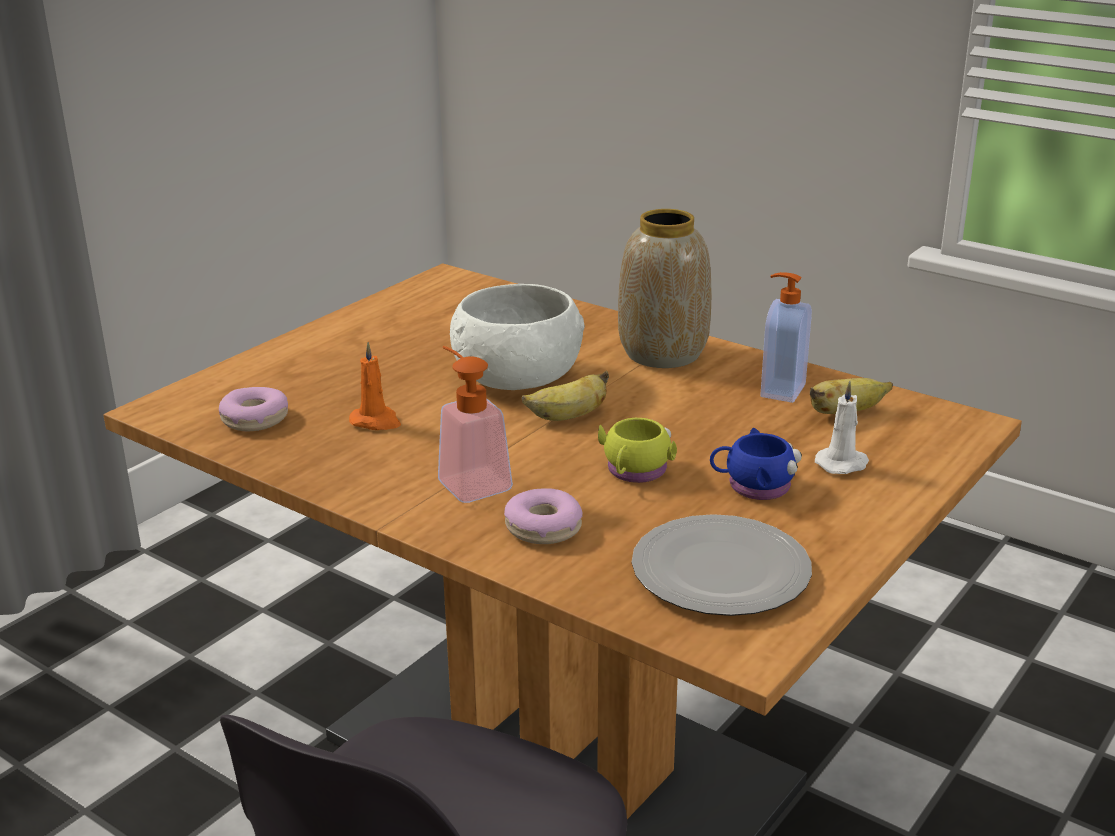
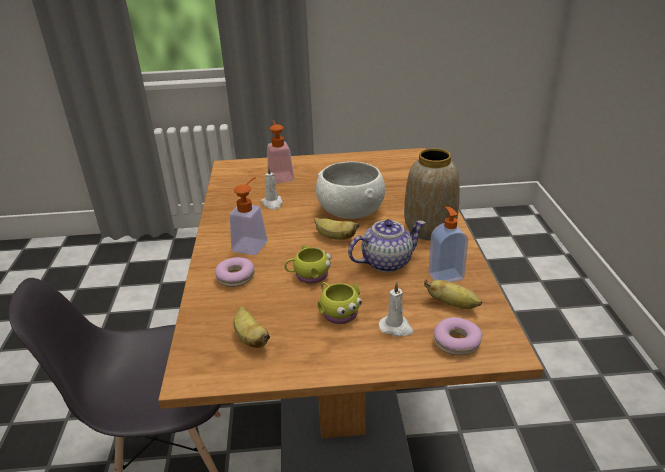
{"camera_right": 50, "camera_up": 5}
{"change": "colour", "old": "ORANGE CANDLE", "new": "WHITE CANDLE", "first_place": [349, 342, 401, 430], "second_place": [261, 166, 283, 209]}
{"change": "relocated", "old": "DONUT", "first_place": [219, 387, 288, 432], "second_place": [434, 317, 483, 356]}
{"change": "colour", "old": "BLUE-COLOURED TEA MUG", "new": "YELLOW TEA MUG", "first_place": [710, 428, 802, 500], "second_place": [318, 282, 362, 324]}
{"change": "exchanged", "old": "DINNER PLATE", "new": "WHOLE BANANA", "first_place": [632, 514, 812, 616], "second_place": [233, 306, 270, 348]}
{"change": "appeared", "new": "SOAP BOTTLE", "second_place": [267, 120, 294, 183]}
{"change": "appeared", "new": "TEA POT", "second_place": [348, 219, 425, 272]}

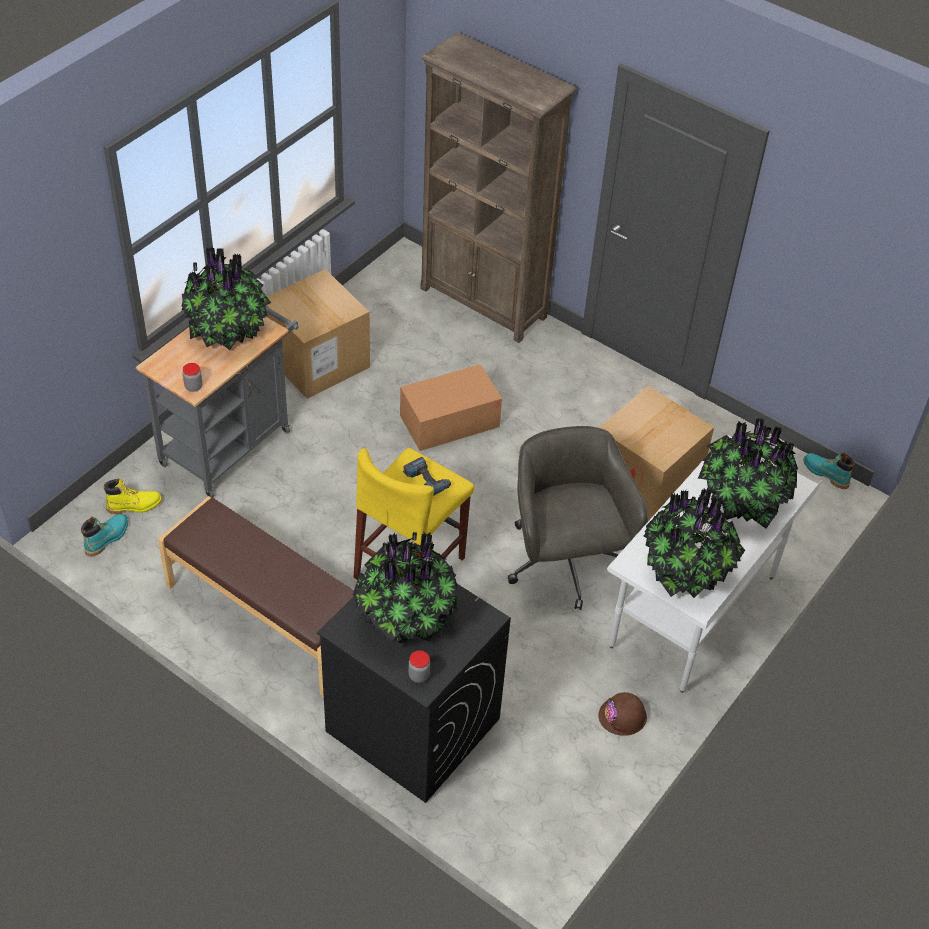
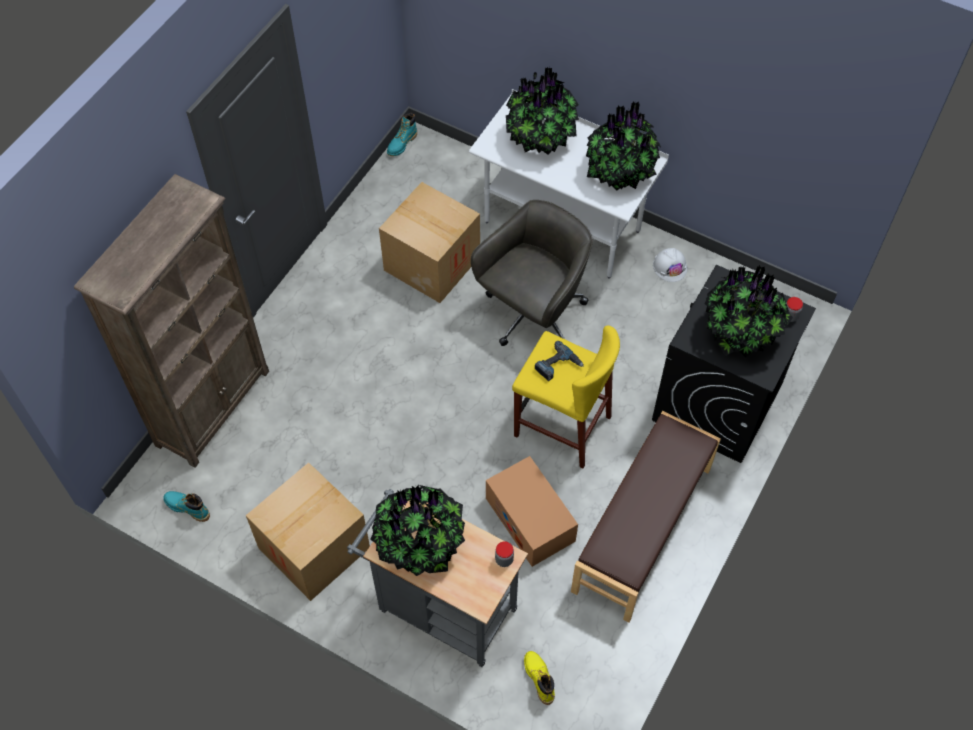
{"camera_right": -95, "camera_up": 10}
{"change": "relocated", "old": "CARDBOARD BOX", "first_place": [400, 364, 502, 451], "second_place": [486, 456, 578, 567]}
{"change": "spun", "old": "GRAY OFFICE CHAIR", "first_place": [508, 426, 648, 610], "second_place": [471, 200, 593, 346], "degrees": 150}
{"change": "relocated", "old": "BLUE-GREEN HIGH-TOP BOOT", "first_place": [81, 514, 128, 557], "second_place": [163, 491, 210, 522]}
{"change": "colour", "old": "BROWN SAFETY HELMET", "new": "WHITE SAFETY HELMET", "first_place": [598, 692, 647, 736], "second_place": [653, 248, 688, 282]}

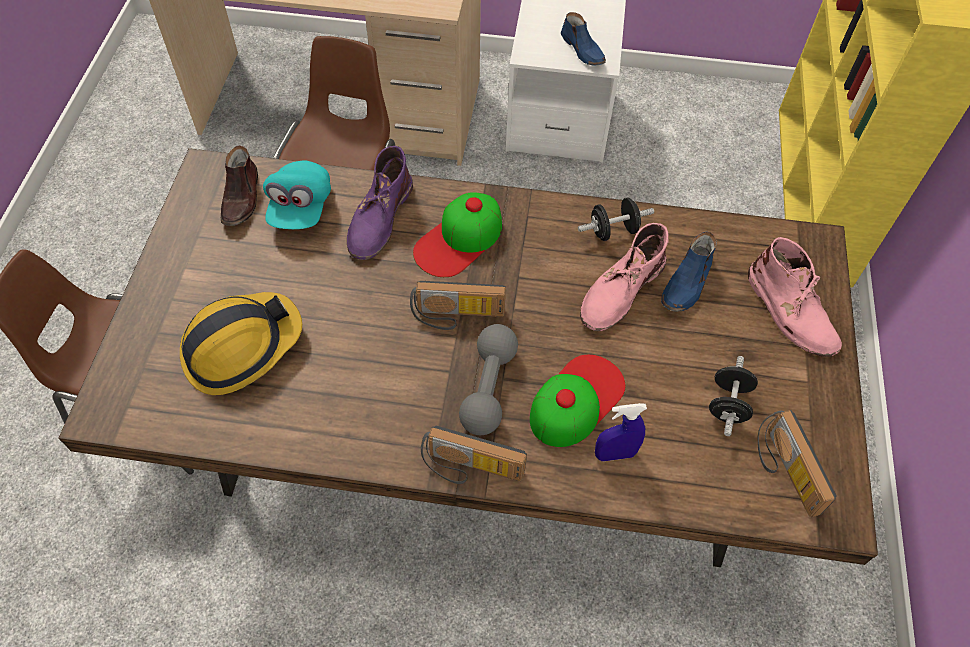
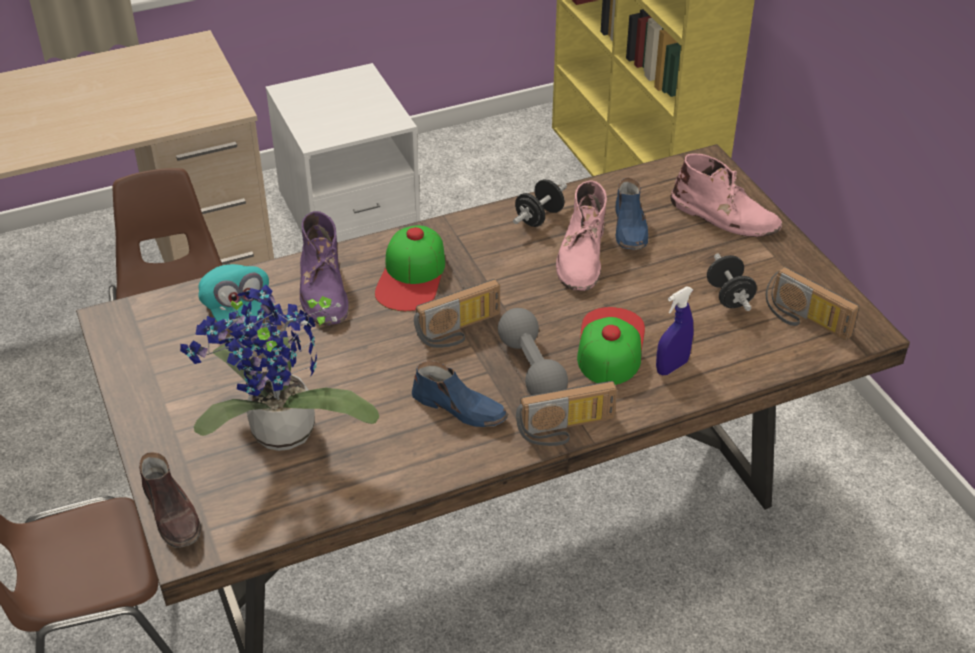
{"camera_right": -30, "camera_up": -15}
{"change": "relocated", "old": "BLUE-COLOURED SHOE", "first_place": [561, 12, 606, 66], "second_place": [412, 361, 508, 427]}
{"change": "relocated", "old": "BROWN SHOE", "first_place": [221, 145, 258, 226], "second_place": [139, 452, 201, 547]}
{"change": "exchanged", "old": "SAFETY HELMET", "new": "POTTED PLANT", "first_place": [180, 292, 302, 395], "second_place": [180, 285, 379, 451]}

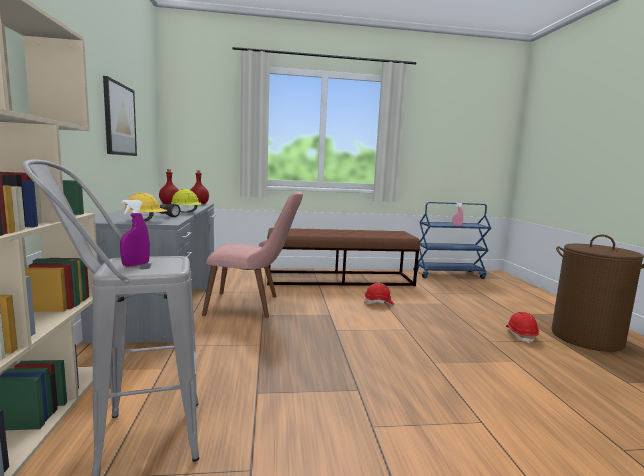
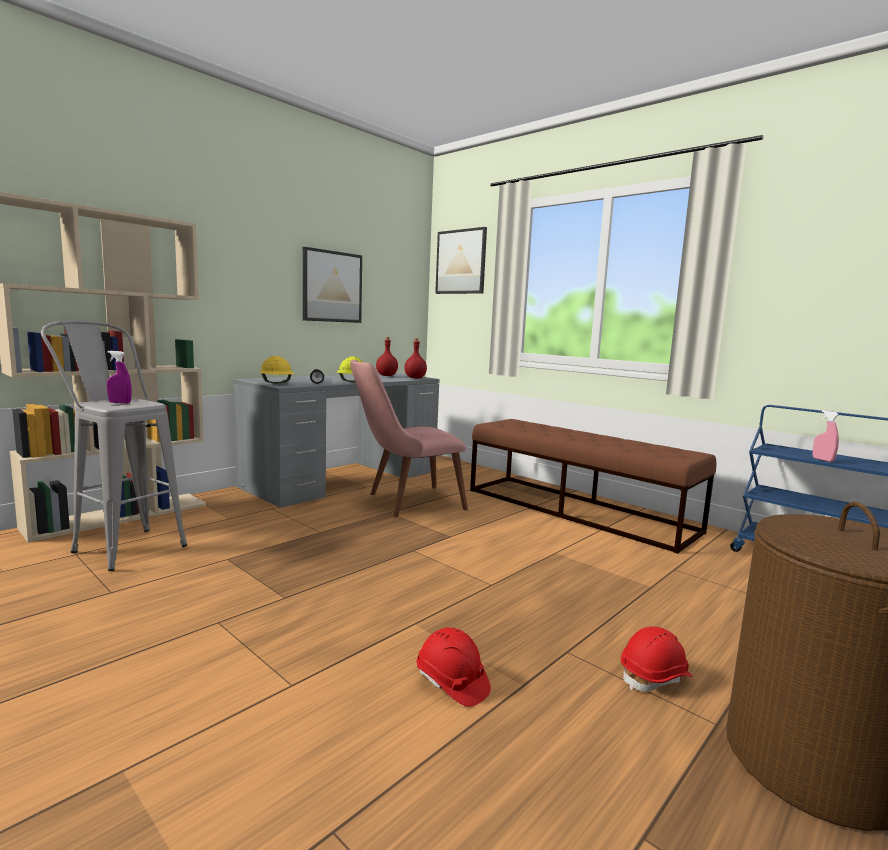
{"camera_right": 50, "camera_up": 0}
{"change": "spun", "old": "PINK PLAIN CHAIR", "first_place": [202, 192, 303, 318], "second_place": [350, 360, 468, 517], "degrees": 105}
{"change": "relocated", "old": "RED SAFETY HELMET", "first_place": [364, 283, 394, 305], "second_place": [417, 628, 491, 707]}
{"change": "appeared", "new": "PICTURE", "second_place": [435, 227, 487, 294]}

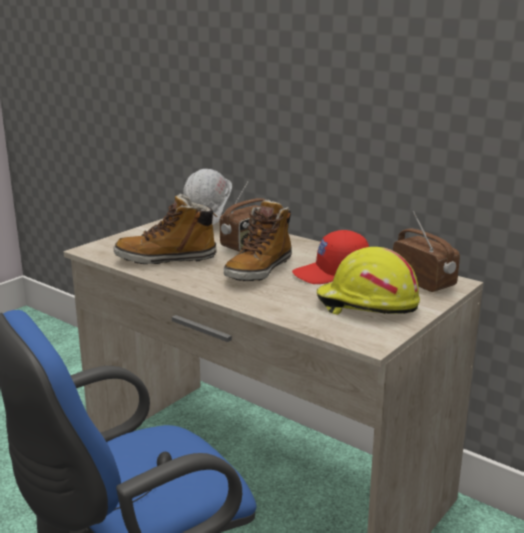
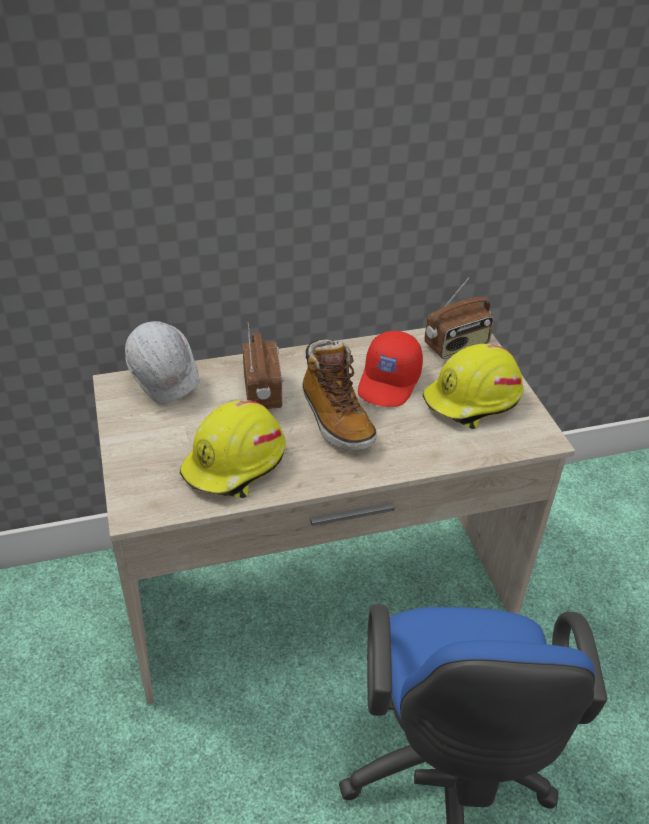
{"camera_right": -55, "camera_up": 20}
{"change": "exchanged", "old": "HIGH-TOP BOOT", "new": "YELLOW SAFETY HELMET", "first_place": [114, 193, 217, 264], "second_place": [180, 400, 286, 498]}
{"change": "spun", "old": "RADIO", "first_place": [393, 211, 460, 292], "second_place": [424, 277, 494, 359], "degrees": 150}

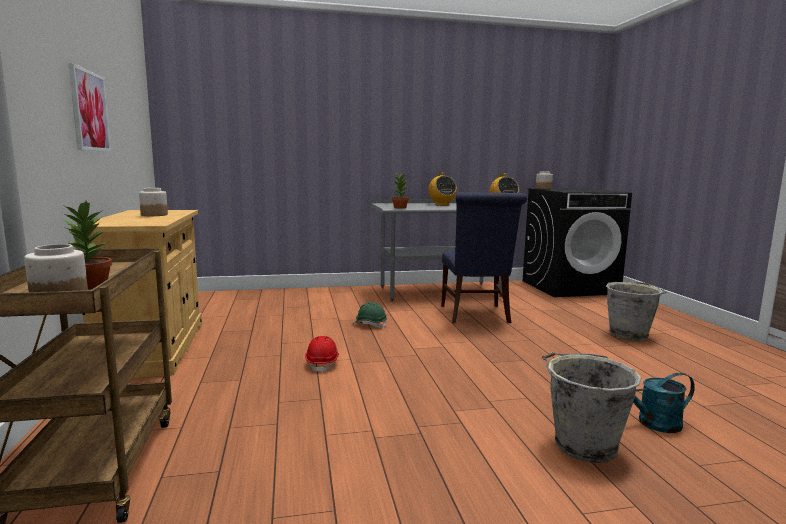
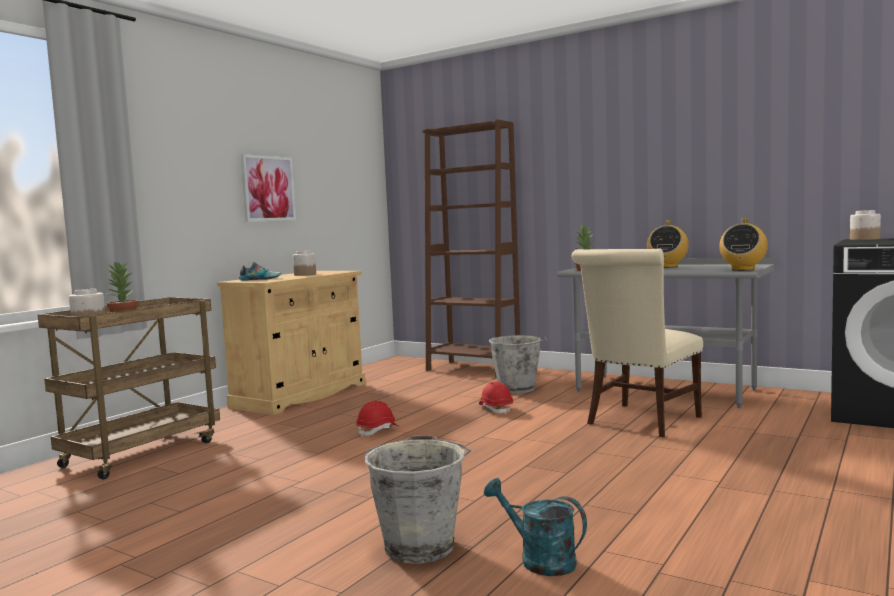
{"camera_right": 45, "camera_up": -5}
{"change": "colour", "old": "BLUE-COLOURED PLAIN CHAIR", "new": "SAND-COLOURED PLAIN CHAIR", "first_place": [441, 192, 527, 323], "second_place": [572, 249, 703, 437]}
{"change": "relocated", "old": "GRAY WATER BUCKET", "first_place": [606, 282, 667, 341], "second_place": [489, 335, 548, 394]}
{"change": "colour", "old": "GREEN-COLOURED SAFETY HELMET", "new": "RED SAFETY HELMET", "first_place": [353, 302, 387, 328], "second_place": [479, 381, 513, 414]}
{"change": "appeared", "new": "BROWN SHELVING UNIT", "second_place": [422, 119, 520, 378]}
{"change": "appeared", "new": "SHOE", "second_place": [239, 262, 281, 281]}

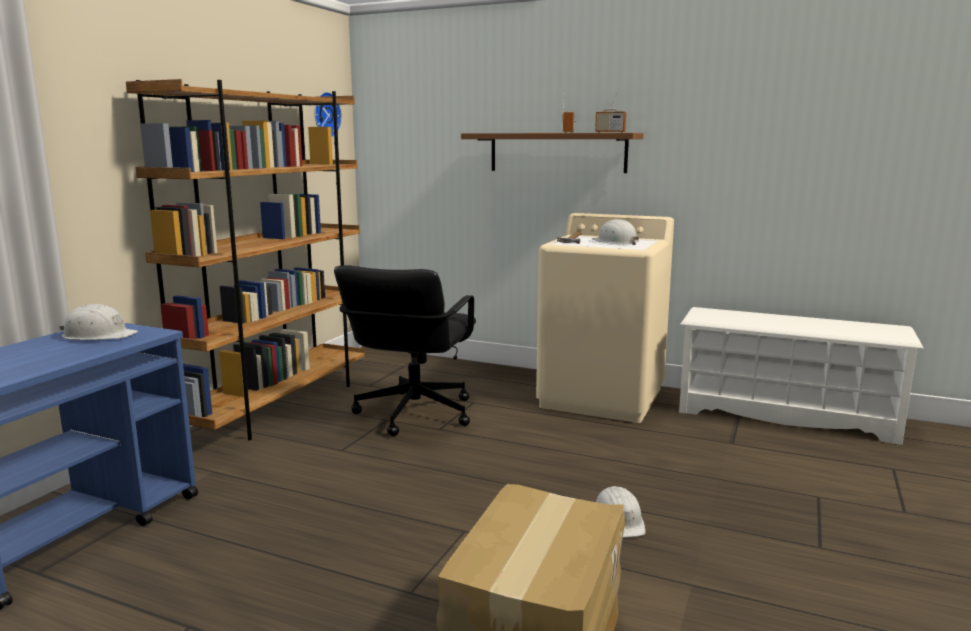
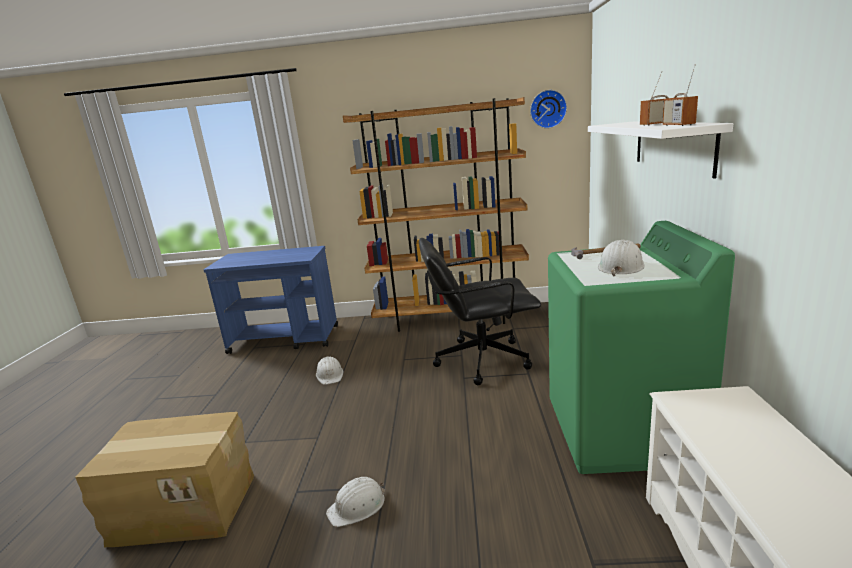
{"camera_right": 70, "camera_up": 5}
{"change": "colour", "old": "BROWN BRACKET SHELF", "new": "WHITE BRACKET SHELF", "first_place": [461, 133, 644, 173], "second_place": [588, 121, 733, 179]}
{"change": "colour", "old": "SAND-COLOURED LAUNDRY APPLIANCE", "new": "GREEN-COLOURED LAUNDRY APPLIANCE", "first_place": [536, 213, 674, 423], "second_place": [548, 221, 735, 474]}
{"change": "relocated", "old": "WHITE SAFETY HELMET", "first_place": [59, 304, 138, 340], "second_place": [316, 356, 343, 385]}

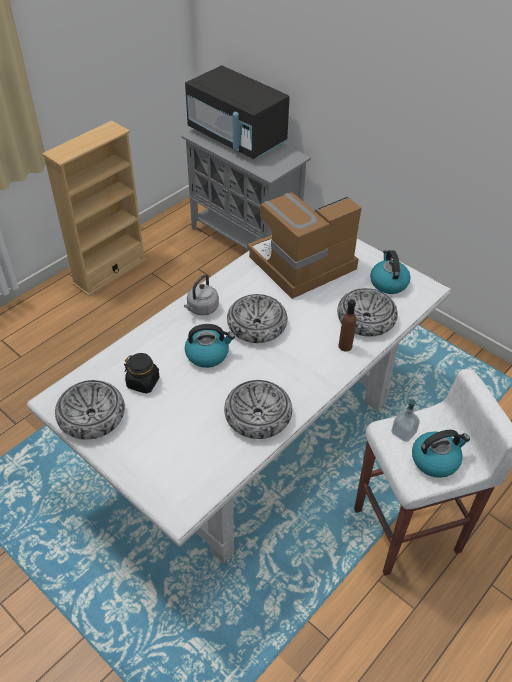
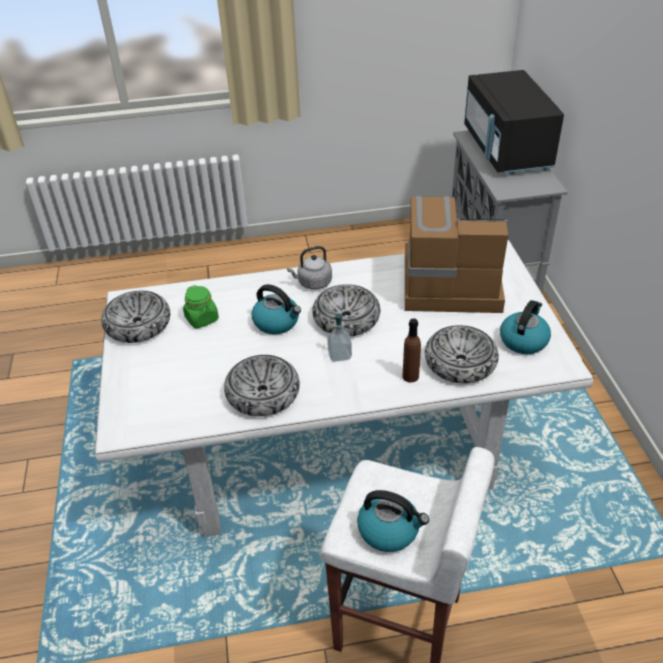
{"camera_right": 40, "camera_up": -5}
{"change": "missing", "old": "SAND-COLOURED SHELVING UNIT", "first_place": [42, 120, 147, 296]}
{"change": "colour", "old": "BLACK-COLOURED STORAGE JAR", "new": "GREEN-COLOURED STORAGE JAR", "first_place": [124, 353, 160, 394], "second_place": [183, 285, 219, 329]}
{"change": "relocated", "old": "SOAP BOTTLE", "first_place": [391, 399, 420, 442], "second_place": [327, 314, 352, 362]}

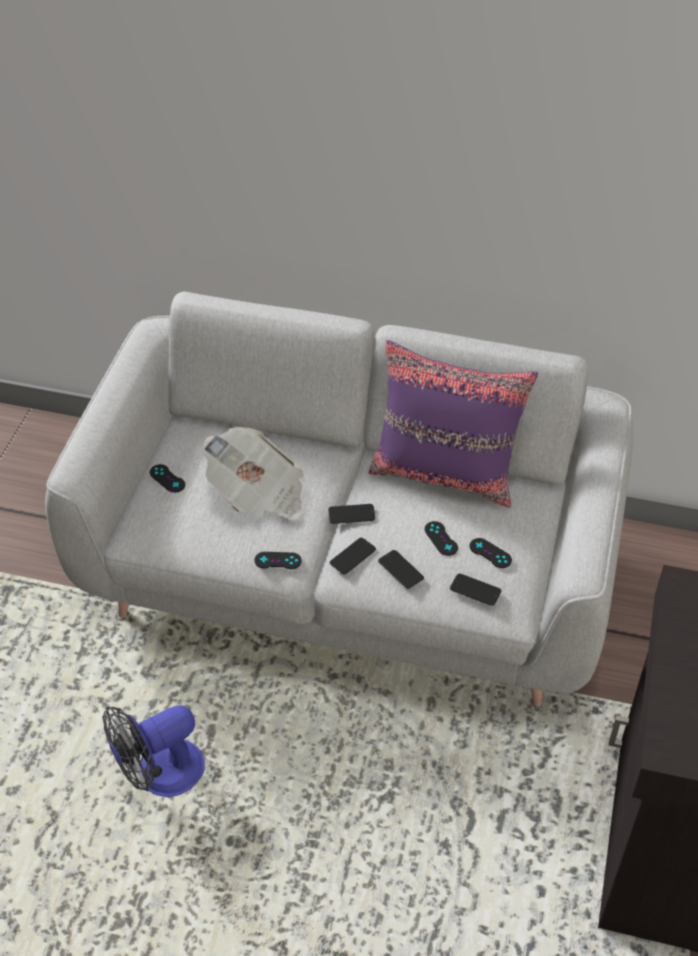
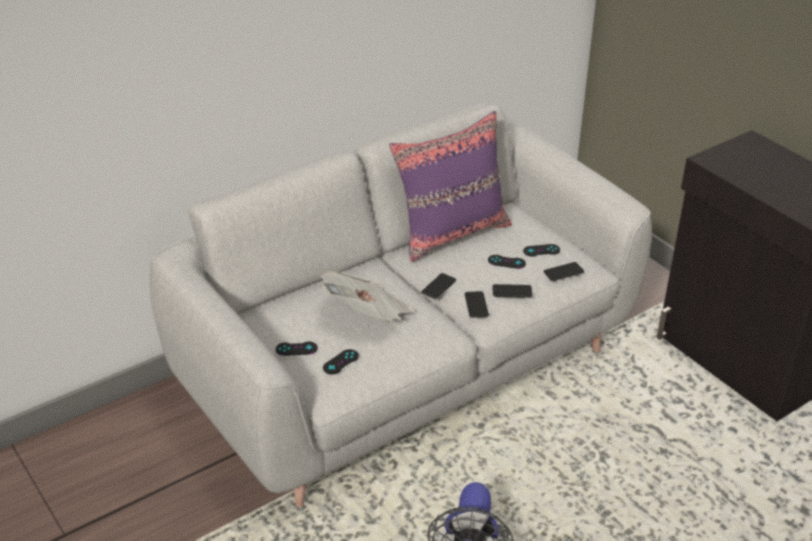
{"camera_right": -50, "camera_up": -10}
{"change": "relocated", "old": "BLACK-COLOURED GAMEPAD", "first_place": [254, 552, 302, 569], "second_place": [323, 349, 359, 374]}

